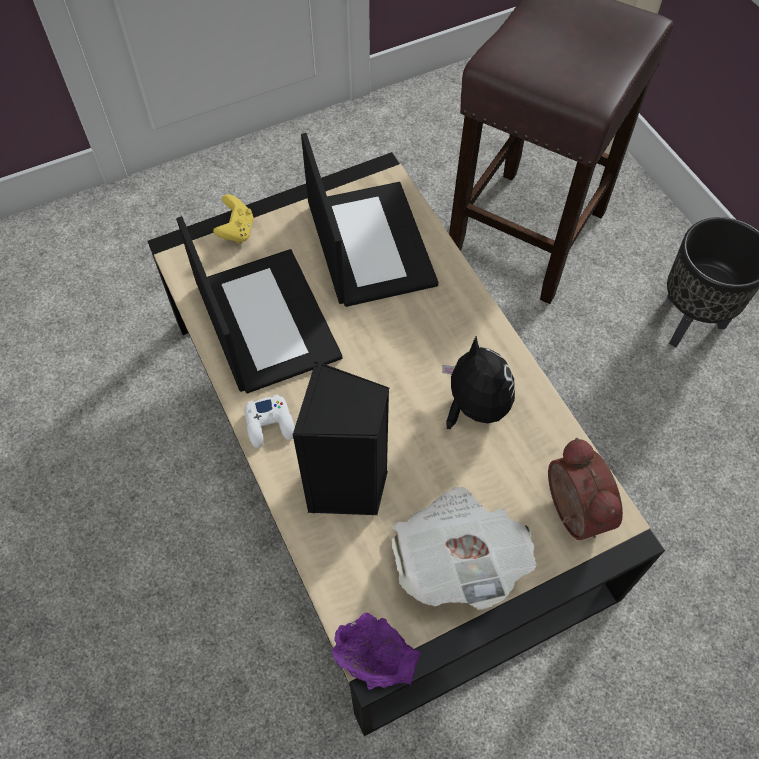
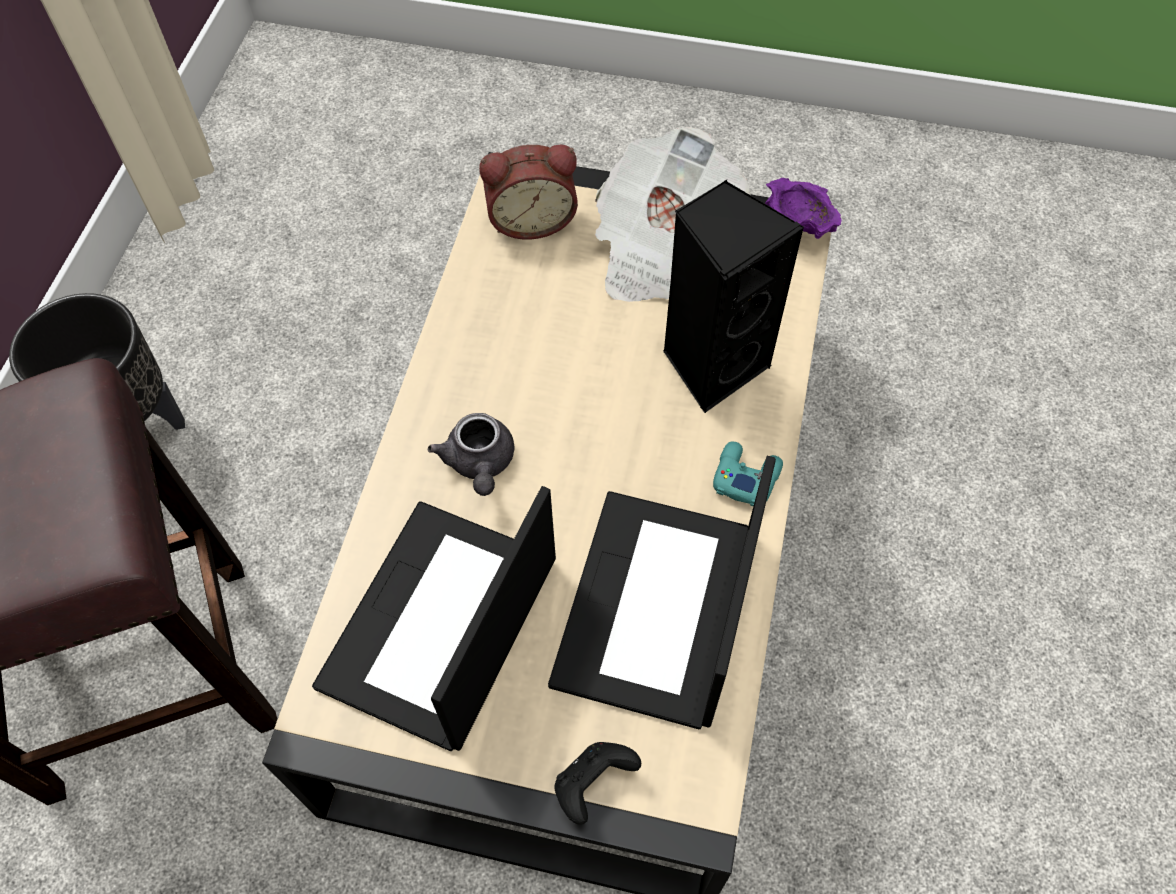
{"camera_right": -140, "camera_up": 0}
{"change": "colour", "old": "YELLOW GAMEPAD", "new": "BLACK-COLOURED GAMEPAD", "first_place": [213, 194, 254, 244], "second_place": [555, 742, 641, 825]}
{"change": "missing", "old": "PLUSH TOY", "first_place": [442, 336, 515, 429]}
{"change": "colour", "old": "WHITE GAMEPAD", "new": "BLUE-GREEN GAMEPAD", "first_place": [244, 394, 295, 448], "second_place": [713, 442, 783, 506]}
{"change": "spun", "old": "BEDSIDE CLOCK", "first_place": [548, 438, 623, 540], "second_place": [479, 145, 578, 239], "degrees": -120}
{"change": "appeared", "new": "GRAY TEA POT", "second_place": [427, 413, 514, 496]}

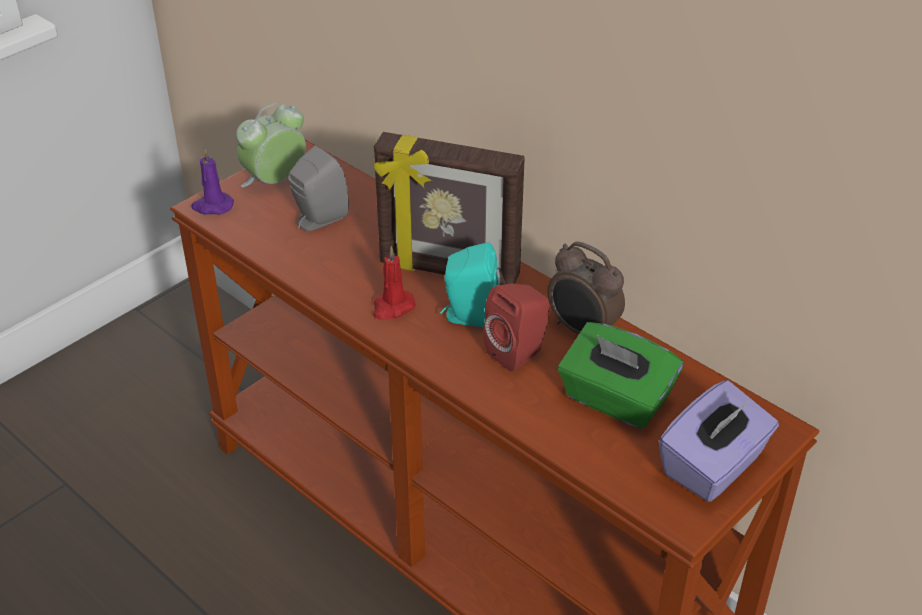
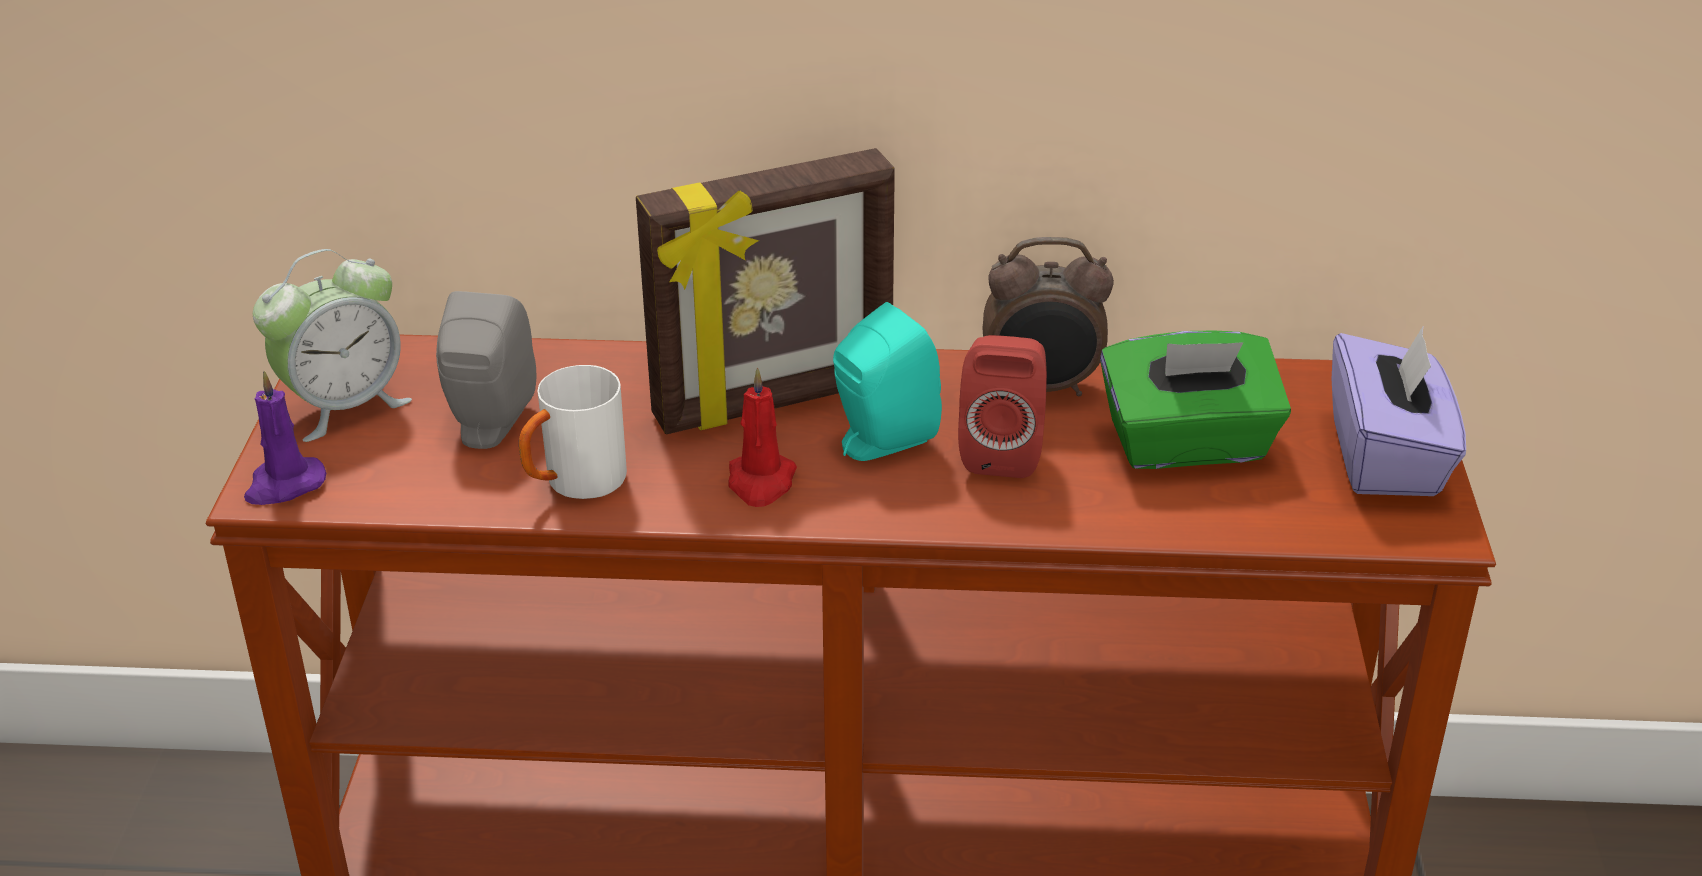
{"camera_right": -40, "camera_up": -5}
{"change": "spun", "old": "BEDSIDE CLOCK", "first_place": [236, 103, 306, 187], "second_place": [253, 249, 412, 442], "degrees": -135}
{"change": "appeared", "new": "WHITE TEA MUG", "second_place": [519, 365, 627, 499]}

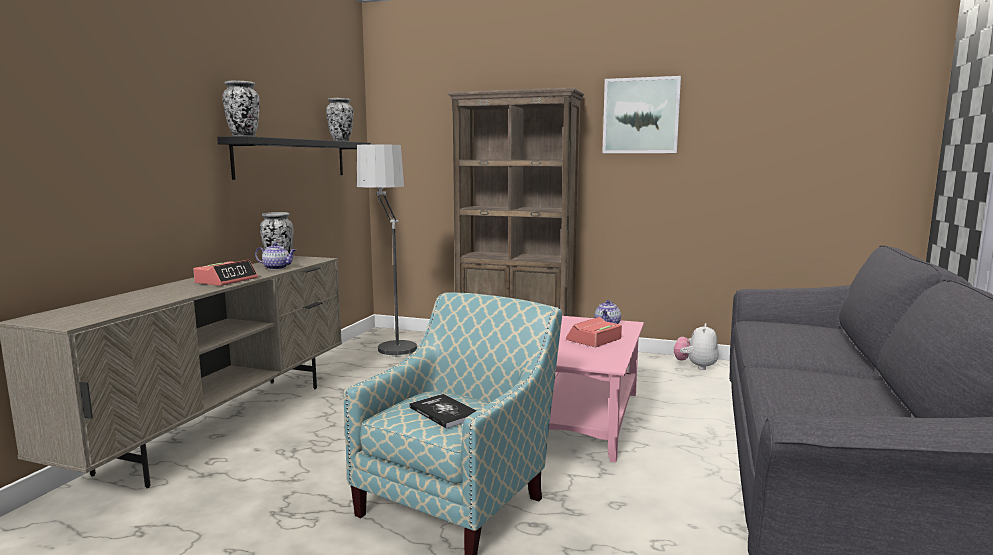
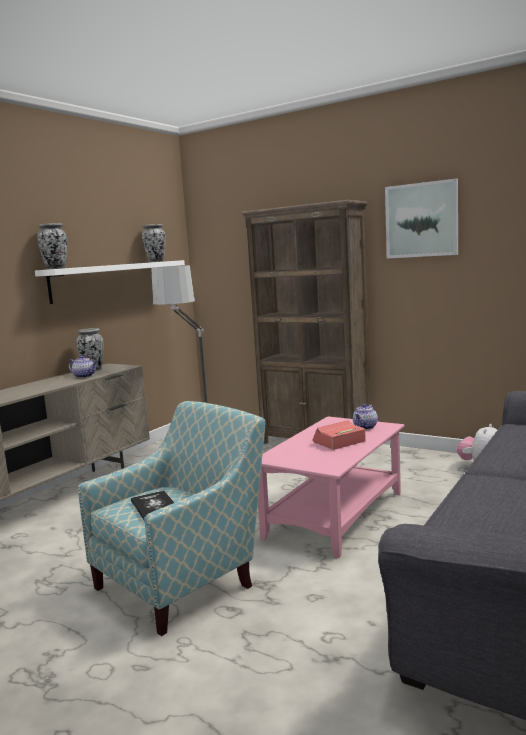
{"camera_right": 15, "camera_up": 0}
{"change": "colour", "old": "BLACK-COLOURED BRACKET SHELF", "new": "WHITE BRACKET SHELF", "first_place": [217, 136, 371, 180], "second_place": [35, 260, 185, 304]}
{"change": "missing", "old": "BEDSIDE CLOCK", "first_place": [193, 260, 258, 286]}

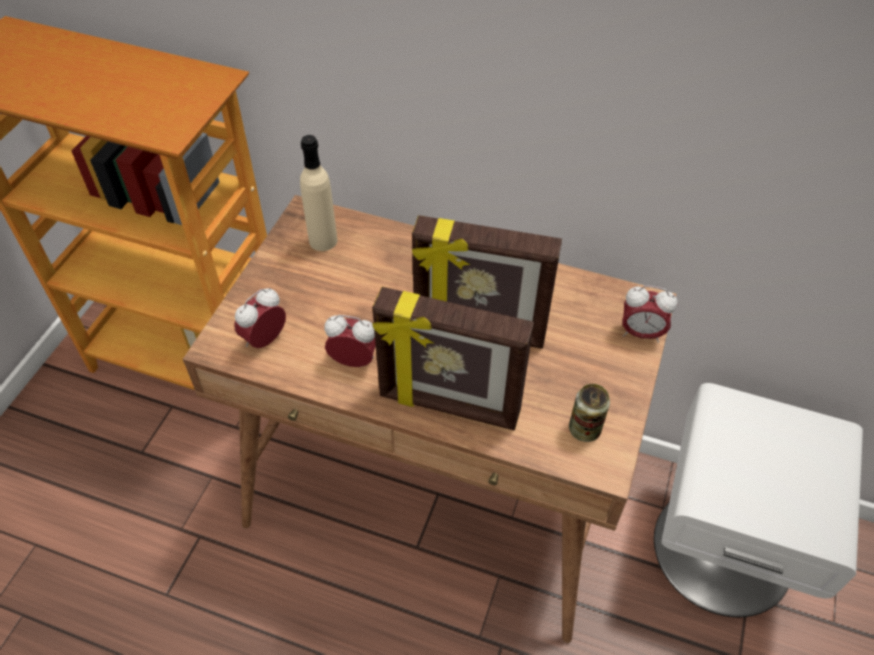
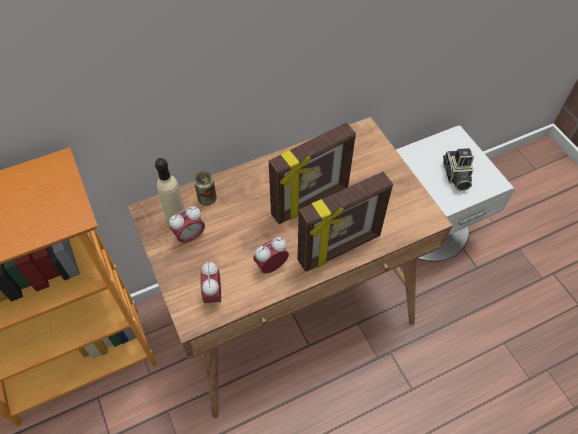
{"camera_right": -45, "camera_up": 5}
{"change": "relocated", "old": "BEDSIDE CLOCK", "first_place": [622, 285, 678, 343], "second_place": [169, 206, 205, 246]}
{"change": "relocated", "old": "CAN", "first_place": [569, 384, 610, 442], "second_place": [194, 171, 217, 206]}
{"change": "appeared", "new": "STILL CAMERA", "second_place": [443, 148, 474, 191]}

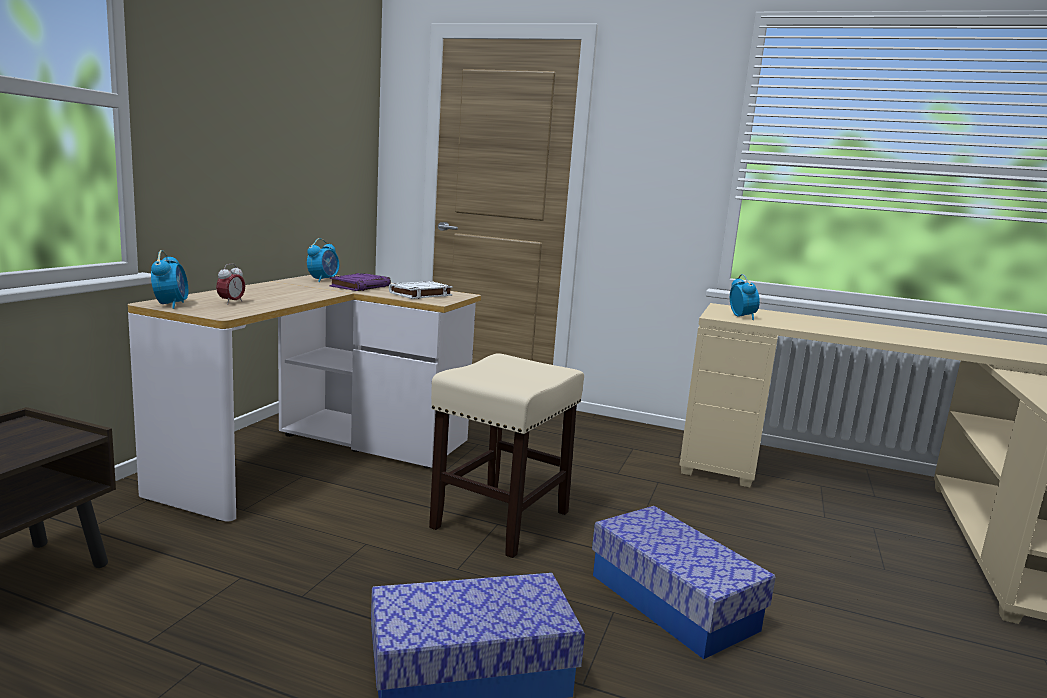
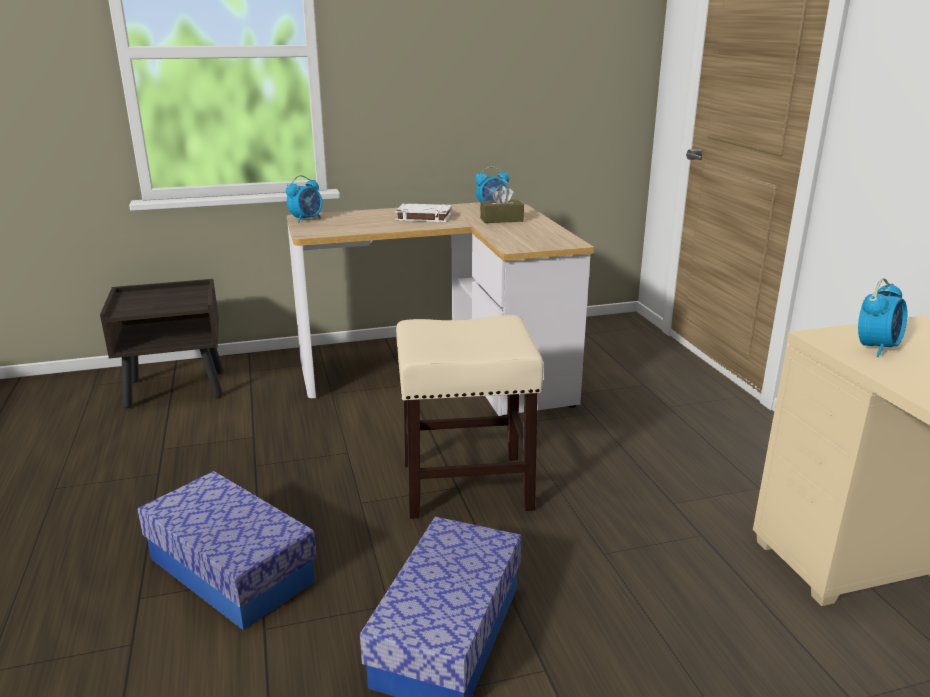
{"camera_right": 55, "camera_up": 10}
{"change": "missing", "old": "BEDSIDE CLOCK", "first_place": [216, 264, 245, 305]}
{"change": "exchanged", "old": "PURPLISH BOOK", "new": "BROWN TISSUE BOX", "first_place": [330, 273, 391, 291], "second_place": [480, 186, 524, 223]}
{"change": "relocated", "old": "WHITE BOOK", "first_place": [389, 281, 453, 299], "second_place": [395, 203, 452, 222]}

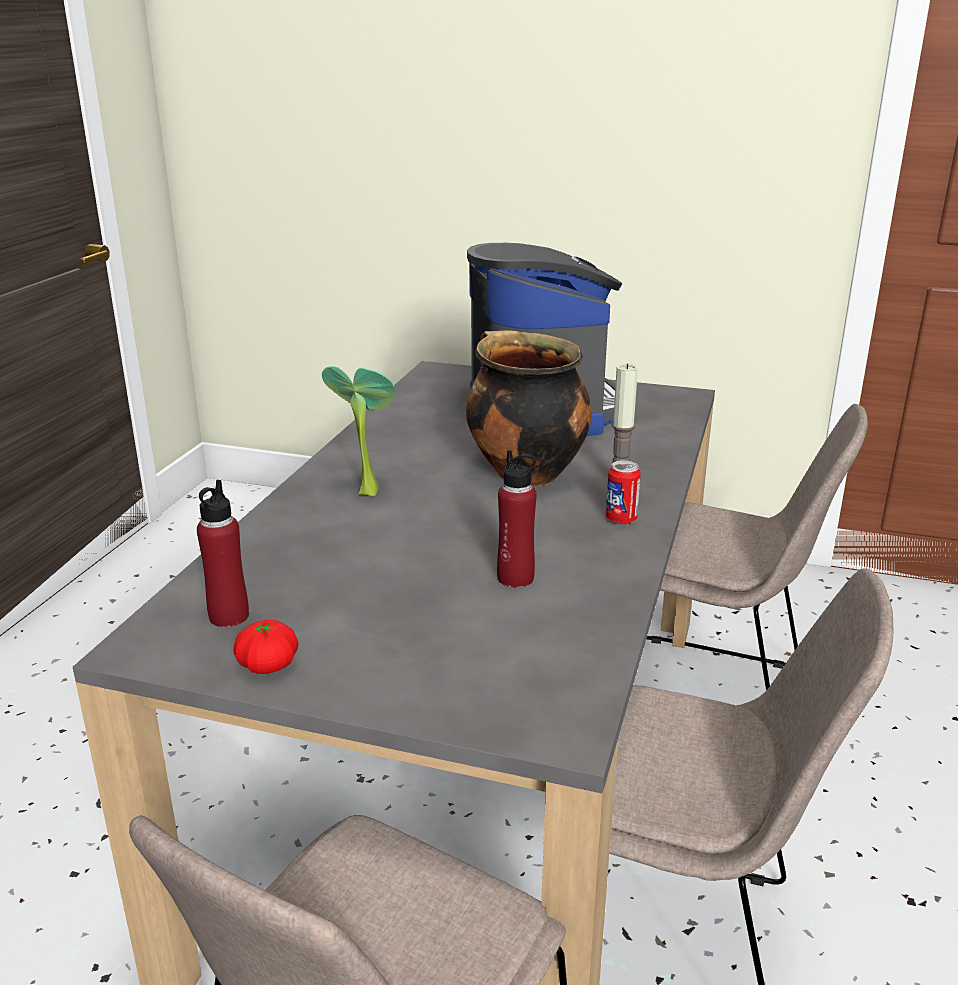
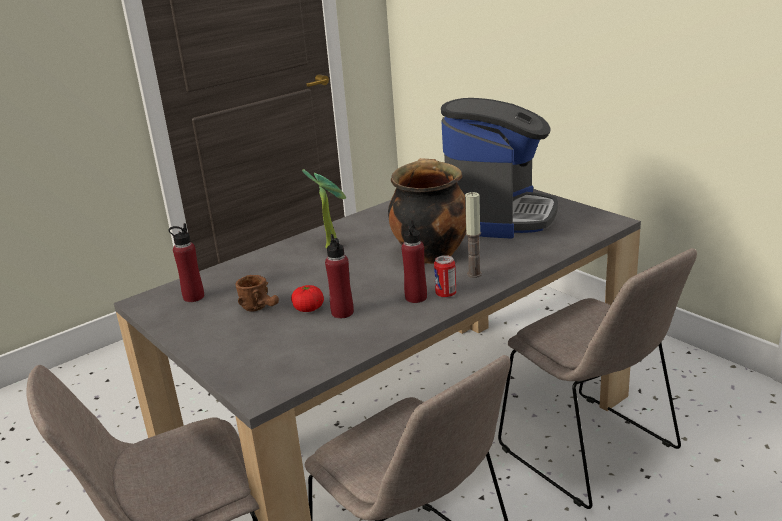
{"camera_right": 35, "camera_up": 0}
{"change": "relocated", "old": "WHOLE TOMATO", "first_place": [233, 619, 299, 674], "second_place": [291, 285, 324, 312]}
{"change": "appeared", "new": "RED BOTTLE", "second_place": [401, 220, 427, 303]}
{"change": "appeared", "new": "BROWN TEA MUG", "second_place": [235, 275, 279, 312]}

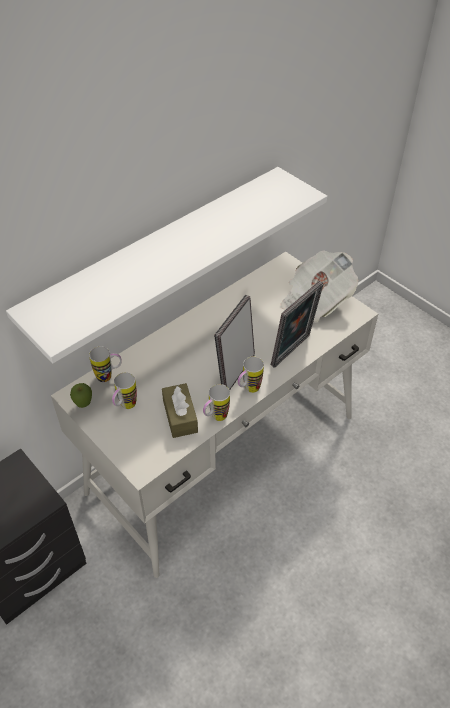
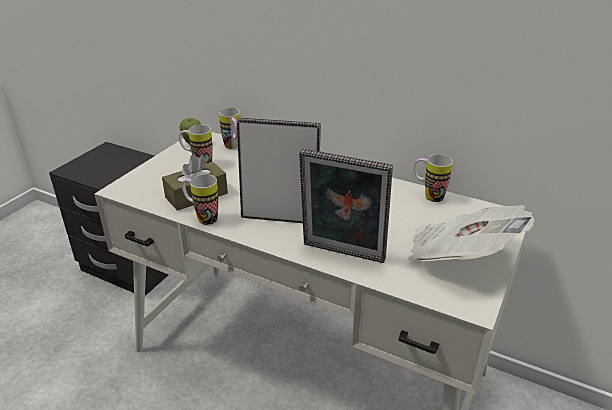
{"camera_right": 70, "camera_up": -15}
{"change": "missing", "old": "WHITE BRACKET SHELF", "first_place": [6, 167, 327, 364]}
{"change": "relocated", "old": "TEA MUG", "first_place": [238, 356, 264, 393], "second_place": [414, 154, 453, 202]}

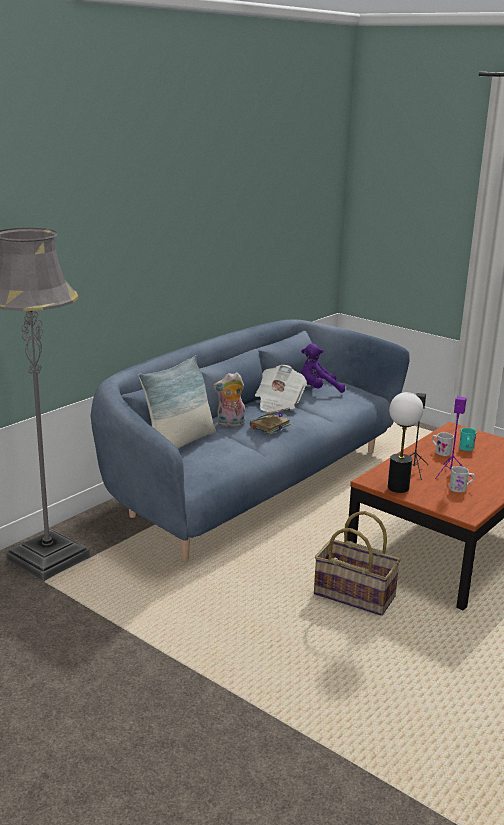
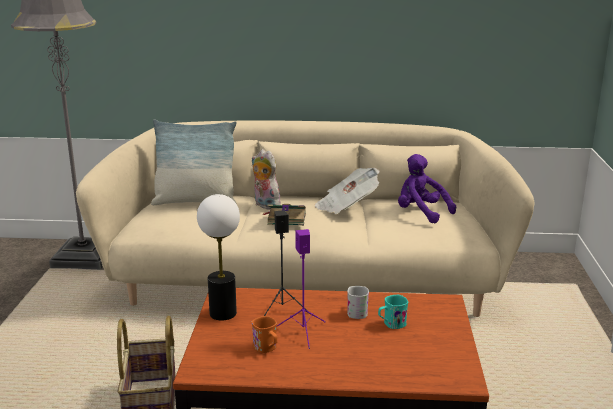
{"camera_right": 55, "camera_up": 0}
{"change": "colour", "old": "BLUE-COLOURED COUCH", "new": "SAND-COLOURED COUCH", "first_place": [90, 320, 410, 561], "second_place": [76, 120, 535, 317]}
{"change": "colour", "old": "WHITE TEA MUG", "new": "ORANGE TEA MUG", "first_place": [449, 466, 474, 492], "second_place": [252, 316, 277, 353]}

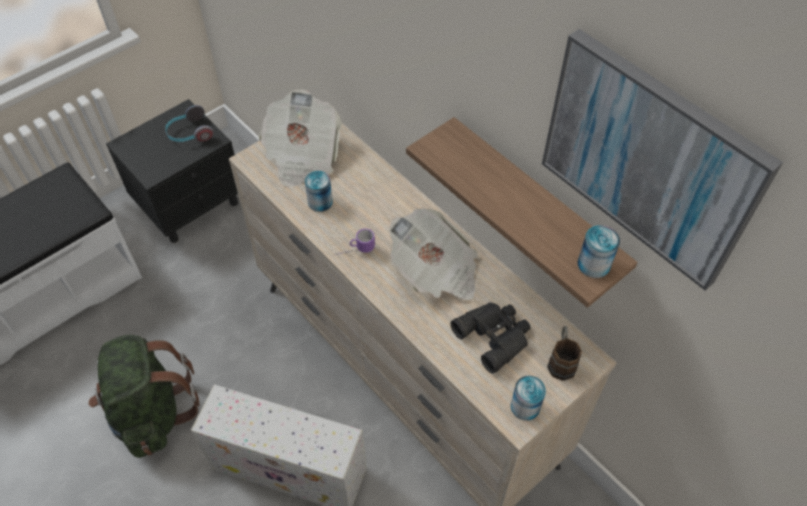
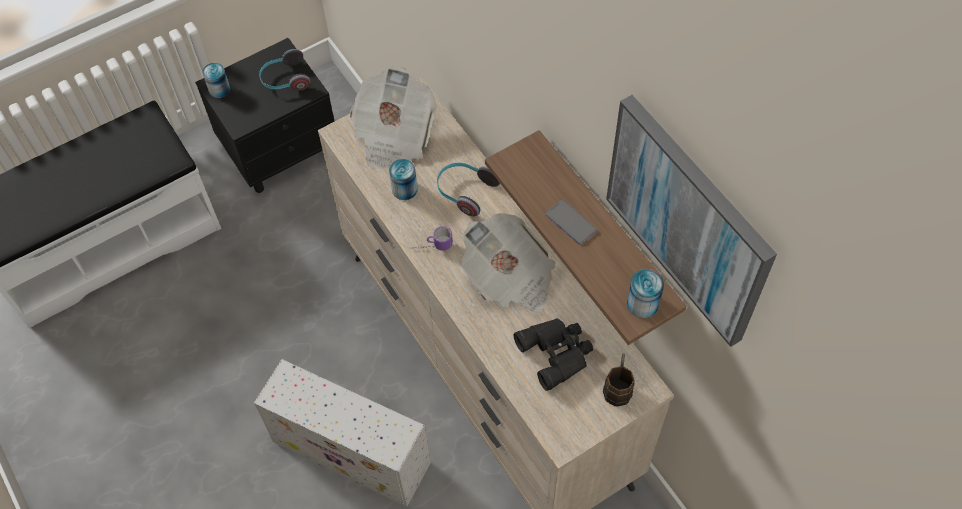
{"camera_right": 10, "camera_up": 5}
{"change": "missing", "old": "GREEN-COLOURED RUCKSACK", "first_place": [88, 335, 200, 458]}
{"change": "relocated", "old": "CAN", "first_place": [511, 376, 546, 421], "second_place": [202, 63, 230, 98]}
{"change": "appeared", "new": "HEADPHONES", "second_place": [437, 163, 500, 217]}
{"change": "appeared", "new": "HANDSET", "second_place": [546, 200, 597, 244]}

